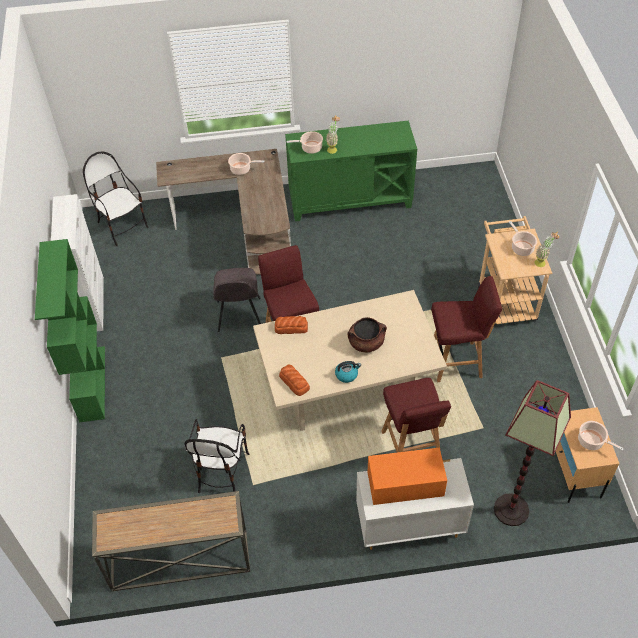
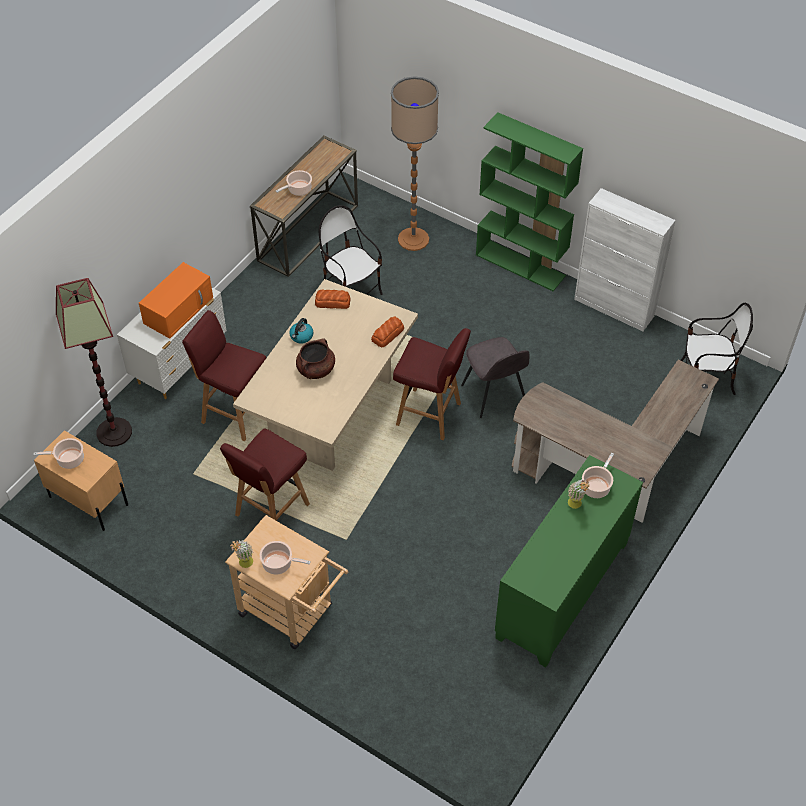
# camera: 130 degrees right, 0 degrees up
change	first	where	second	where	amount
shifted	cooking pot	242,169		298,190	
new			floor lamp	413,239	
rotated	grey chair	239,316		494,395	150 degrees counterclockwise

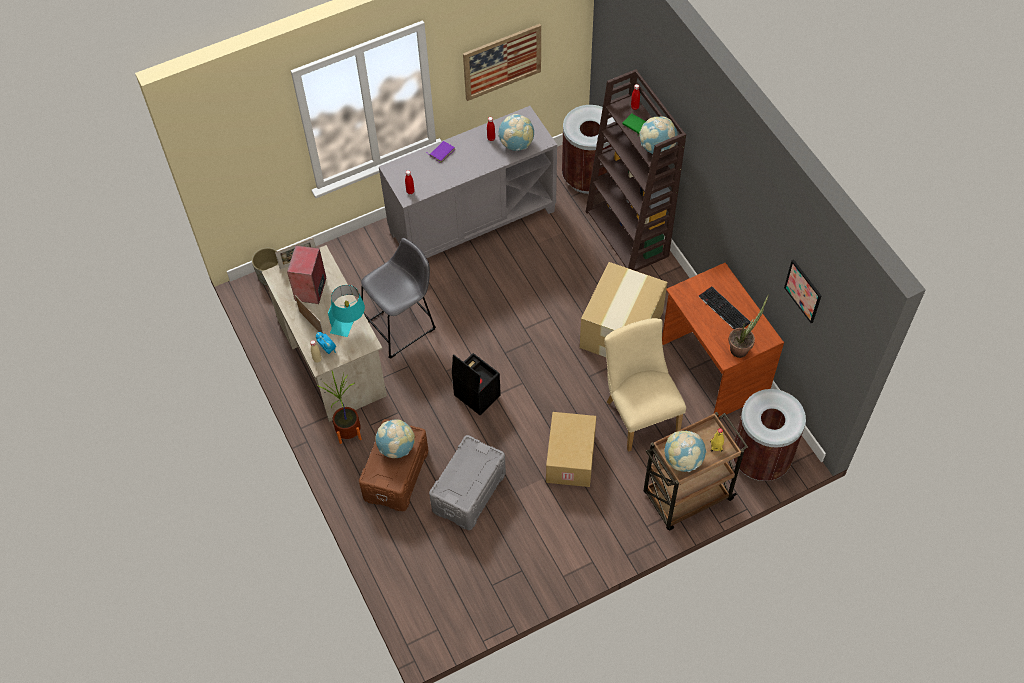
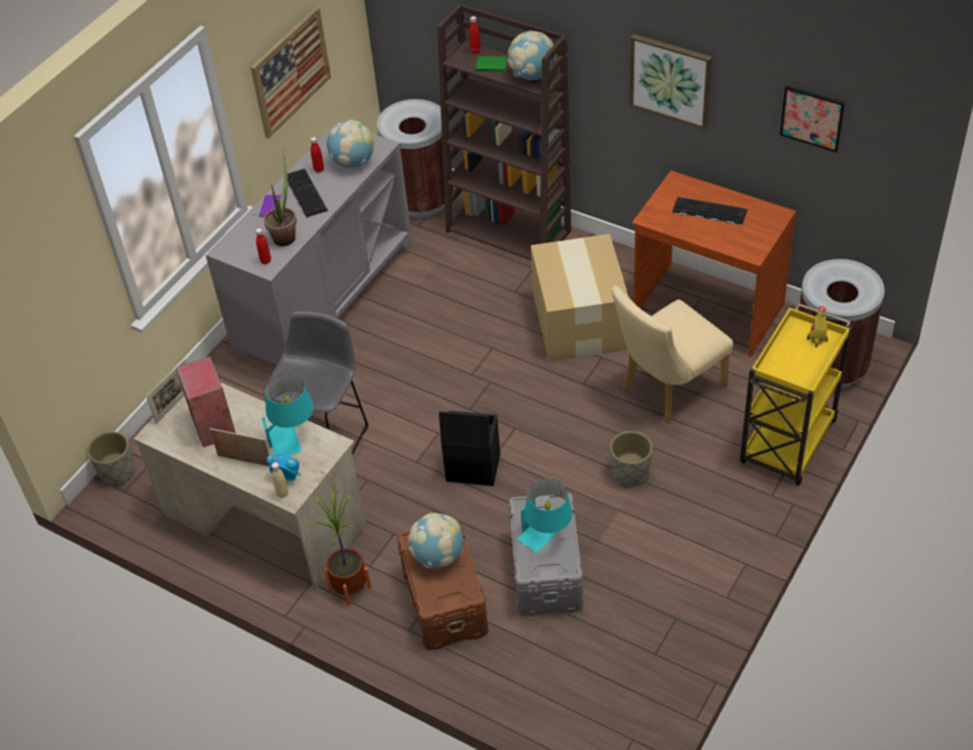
# camera: 30 degrees left, 10 degrees down
change	first	where	second	where	amount
shifted	potted plant	741,347		286,235	
new			keyboard	304,193	
new			turquoise table lamp	547,537	
swapped	cardboard box	569,457	grey planter	630,473	
rotated	beige chair	639,412		667,390	75 degrees counterclockwise
new			picture	671,80	
repainted	brown cart	686,497	yellow cart	787,443	
gone	globe	683,460			

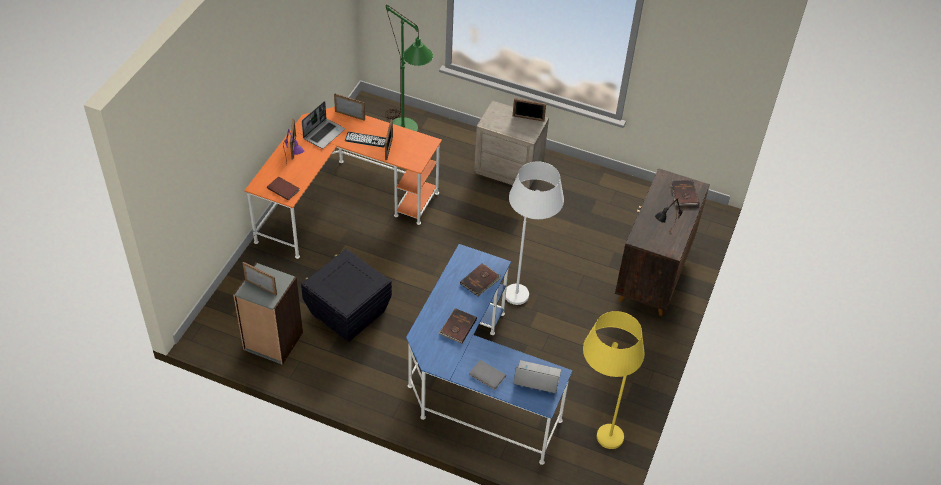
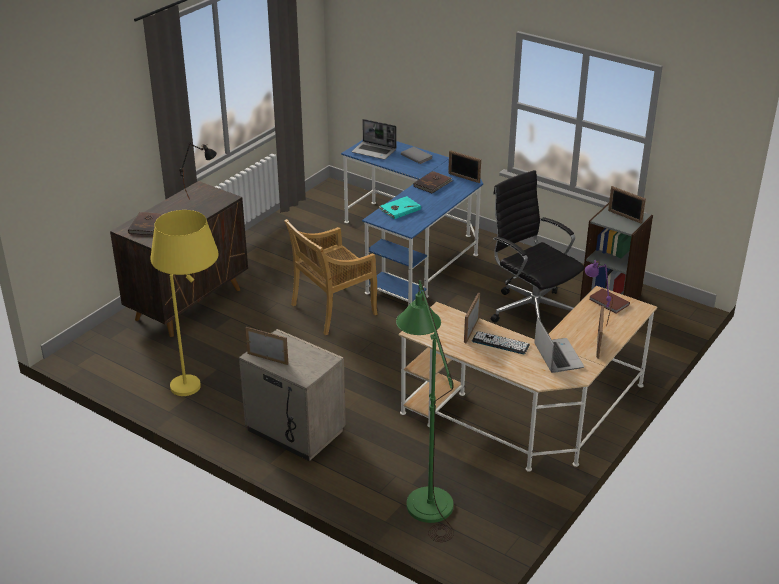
# camera: 165 degrees left, 15 degrees down
change	first	where	second	where	amount
shifted	yellow floor lamp	594,435		200,390	
swapped	white floor lamp	525,287	beige chair	332,310	
repainted	brown book	480,281	turquoise book	399,209	
repainted	orange desk	341,202	beige desk	531,417	
shifted	picture frame	350,115		464,178	
swapped	black storage box	347,313	black office chair	531,311	
rotated	laptop	324,134		557,356	120 degrees clockwise

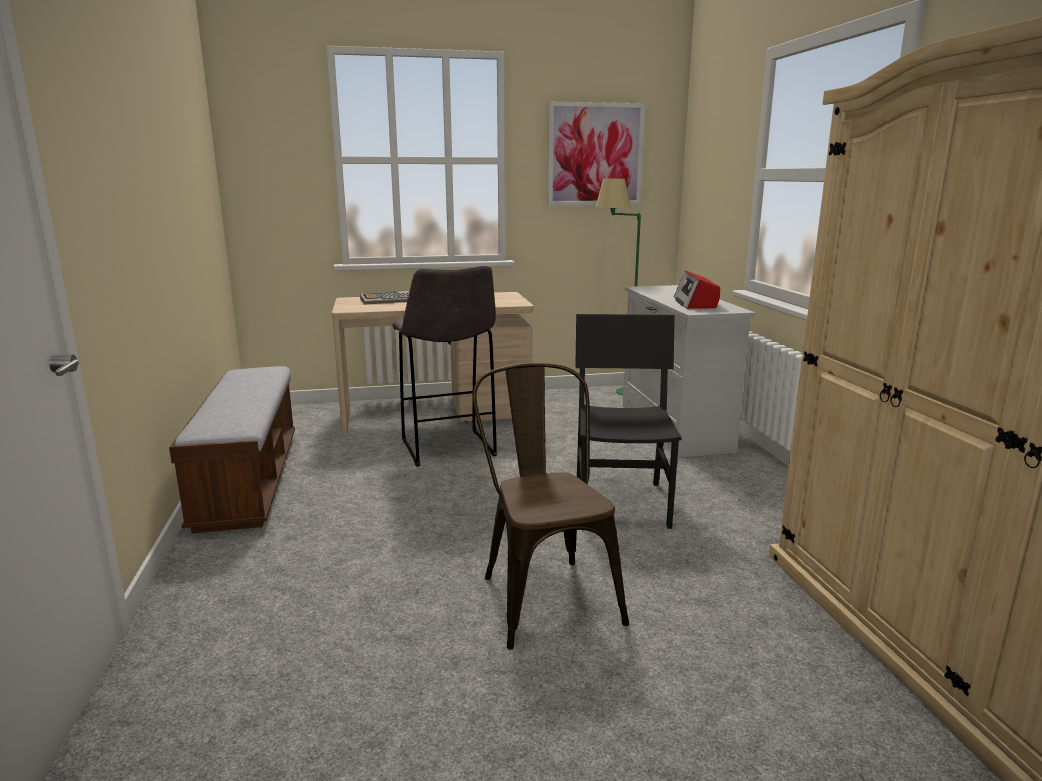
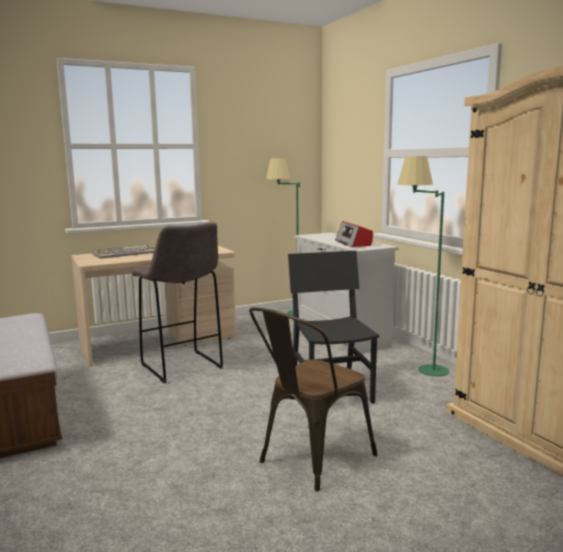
# camera: 15 degrees left, 5 degrees down
change	first	where	second	where	amount
rotated	brown chair	544,593		310,460	105 degrees counterclockwise
new			green floor lamp	419,369	
gone	picture	595,154			

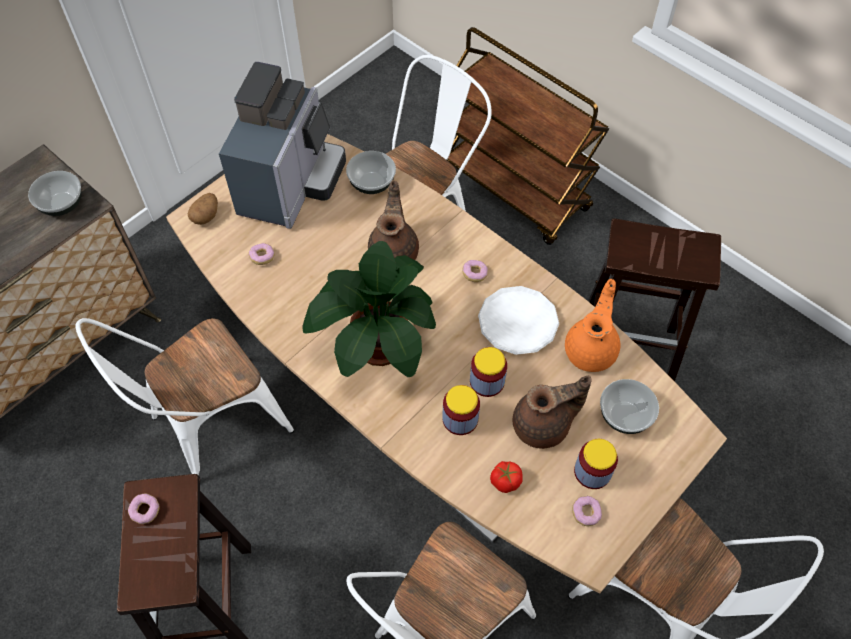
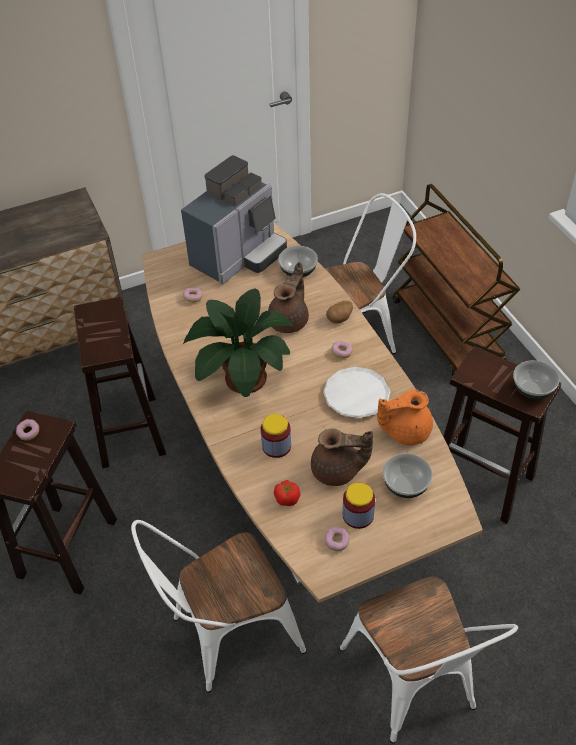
# camera: 25 degrees right, 10 degrees down
change	first	where	second	where	amount
swapped	white chair	210,427	brown stool	128,429	
shifted	potato	206,216		339,318	
rotated	orange teapot	591,349		405,431	150 degrees counterclockwise
shifted	bowl	62,203		532,389	
gone	jar	487,381			

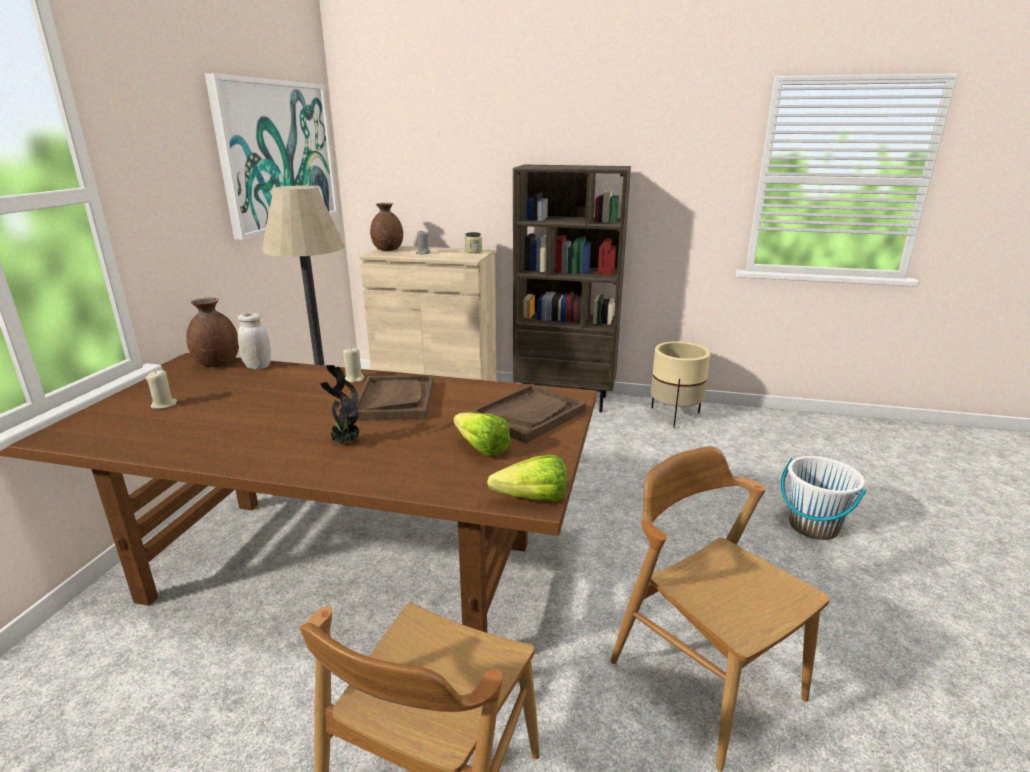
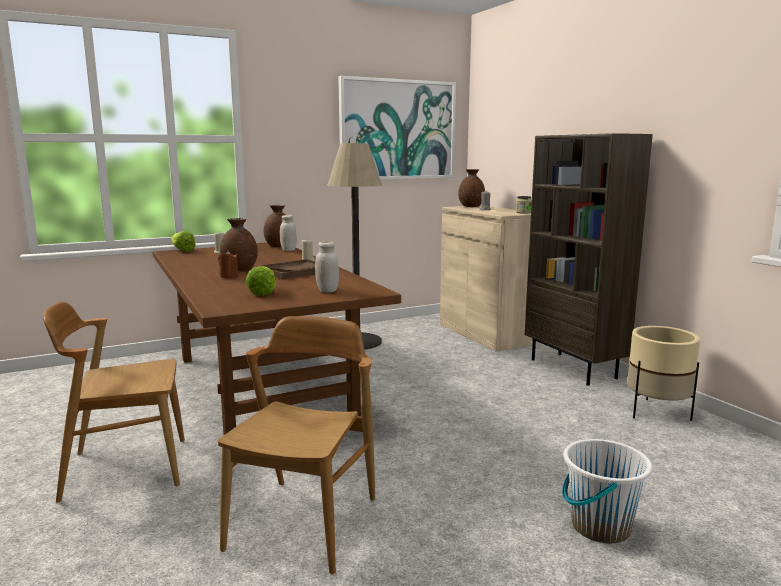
# camera: 50 degrees right, 10 degrees down
change	first	where	second	where	amount
shifted	lettuce	526,499		181,250	
swapped	potted plant	345,443	brown candle	229,276	
new			brown vase	240,269	
swapped	brown tray	528,415	white jar	327,291	

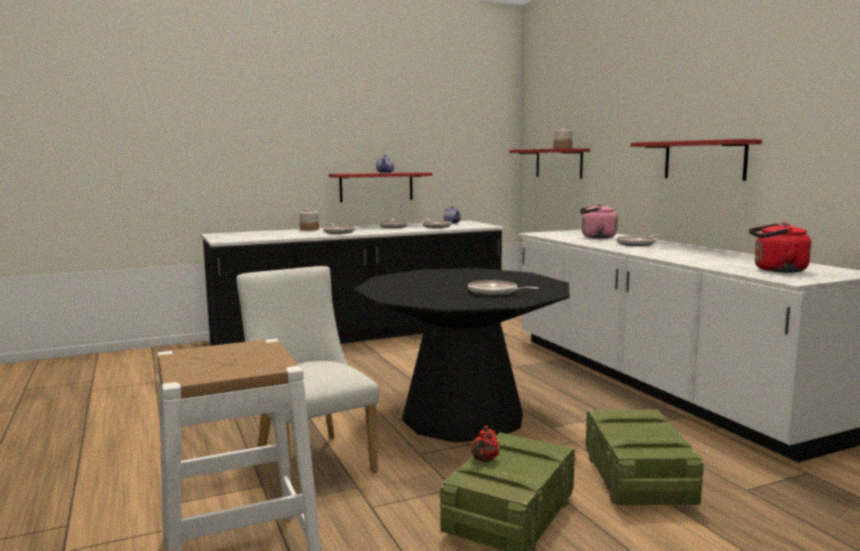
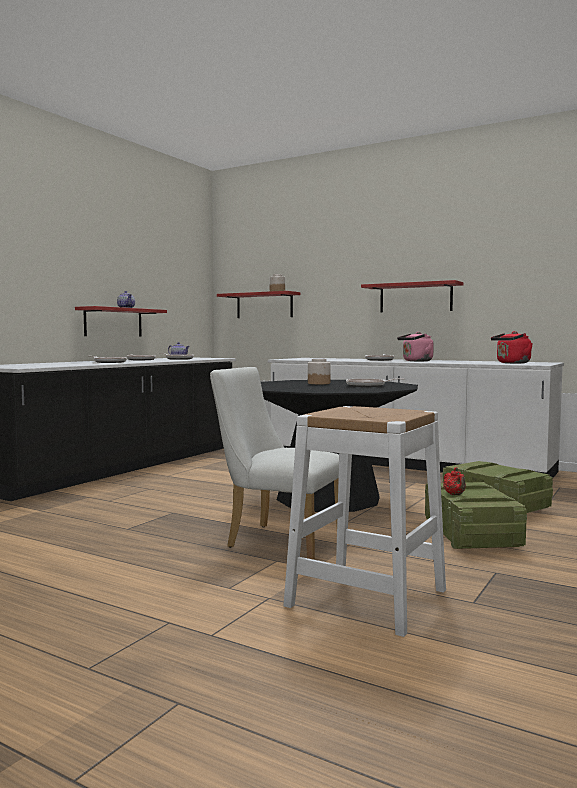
# camera: 35 degrees left, 5 degrees down
change	first	where	second	where	amount
shifted	jar	309,229		319,383	
shifted	pink kettle	596,237		416,361	

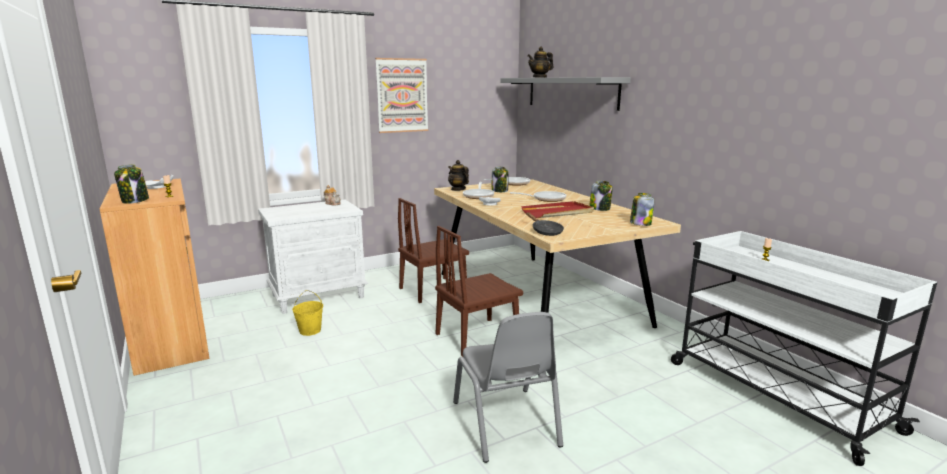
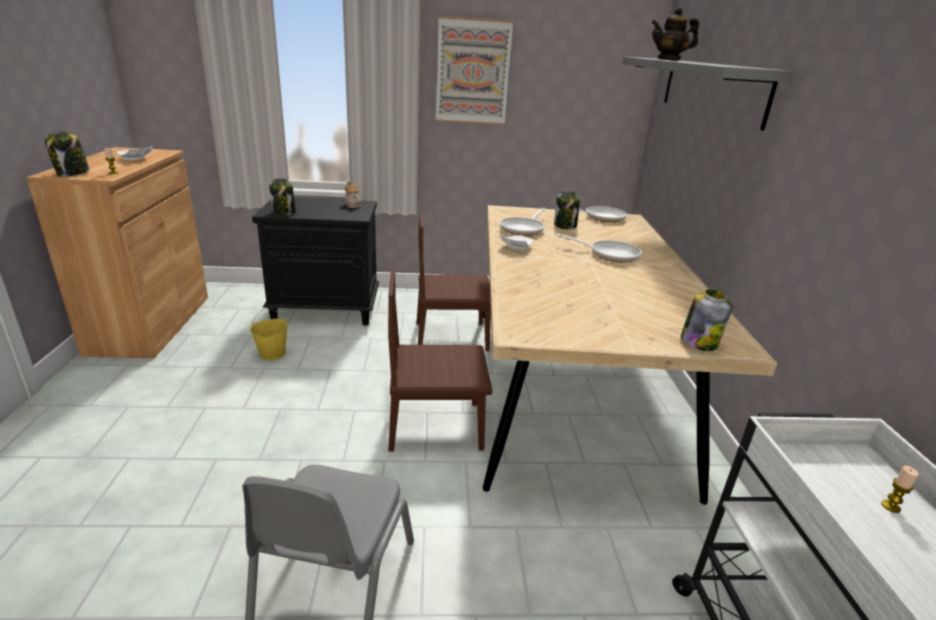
# camera: 25 degrees right, 10 degrees up
change	first	where	second	where	amount
repainted	white nightstand	319,296	black nightstand	326,310	
shifted	jar	600,208		284,212	
gone	teapot	458,189			
gone	red tray	558,212			
gone	black frying pan	545,231			

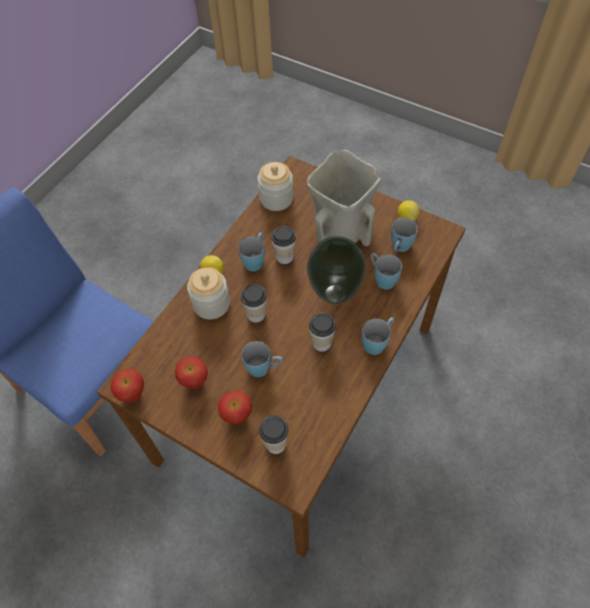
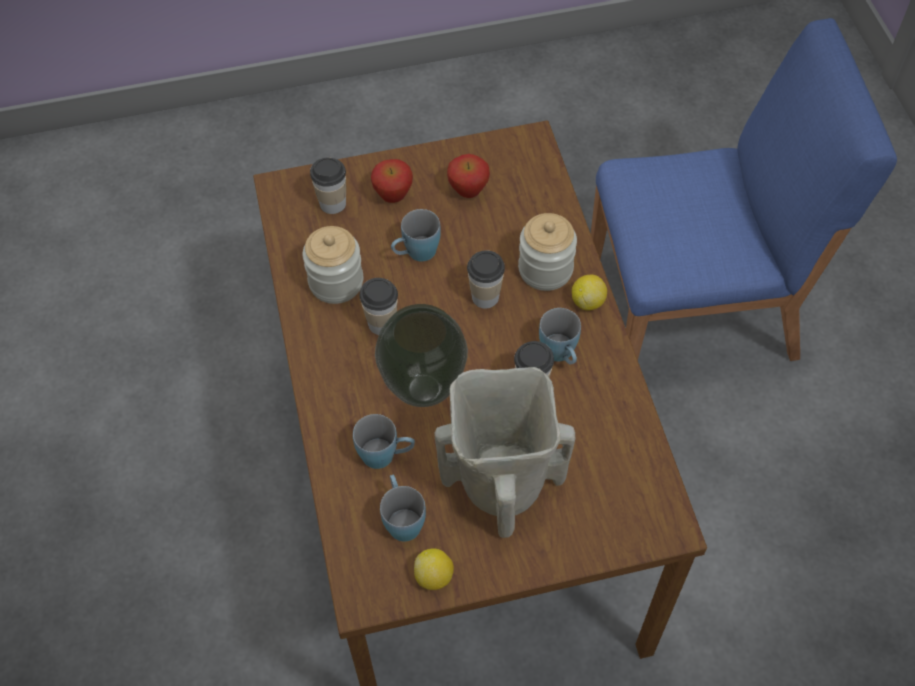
# camera: 135 degrees right, 0 degrees up
change	first	where	second	where	amount
shifted	jar	276,199		336,282	
gone	apple	133,394			
gone	blue mug	377,342			

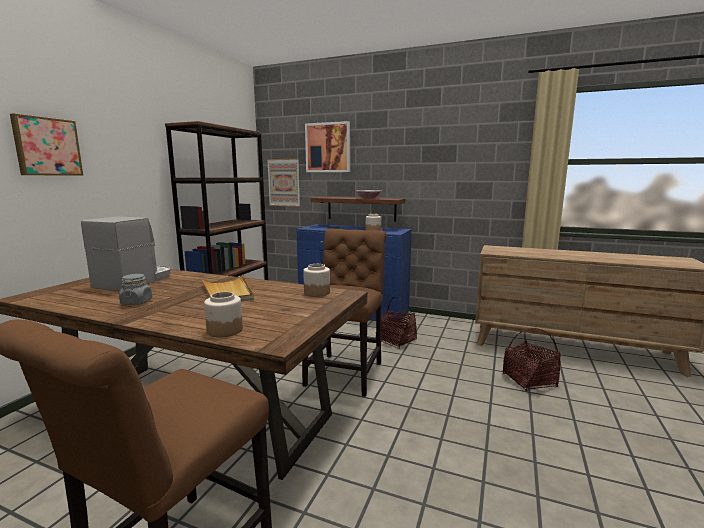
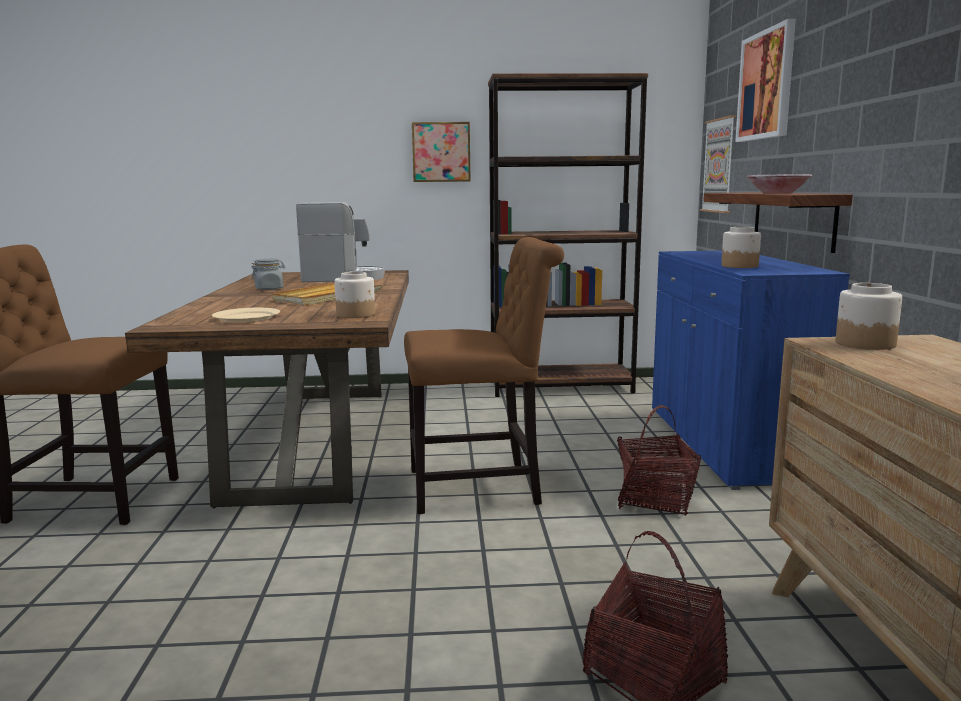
# camera: 65 degrees right, 0 degrees up
change	first	where	second	where	amount
new			beige plate	246,317	
shifted	picture	47,147		441,152	
shifted	jar	224,330		865,344	

